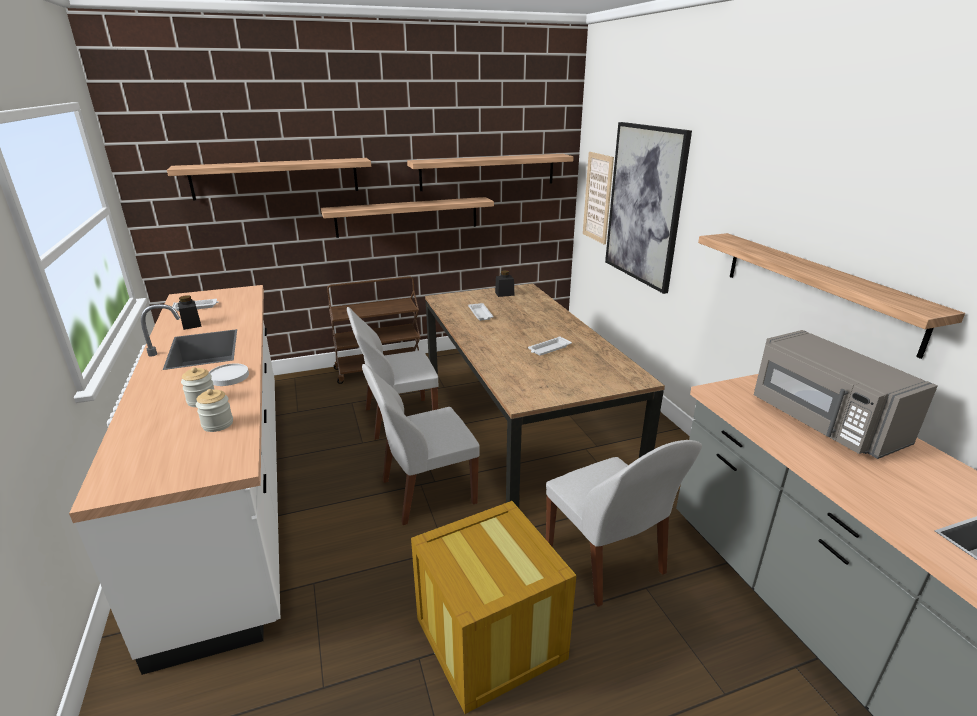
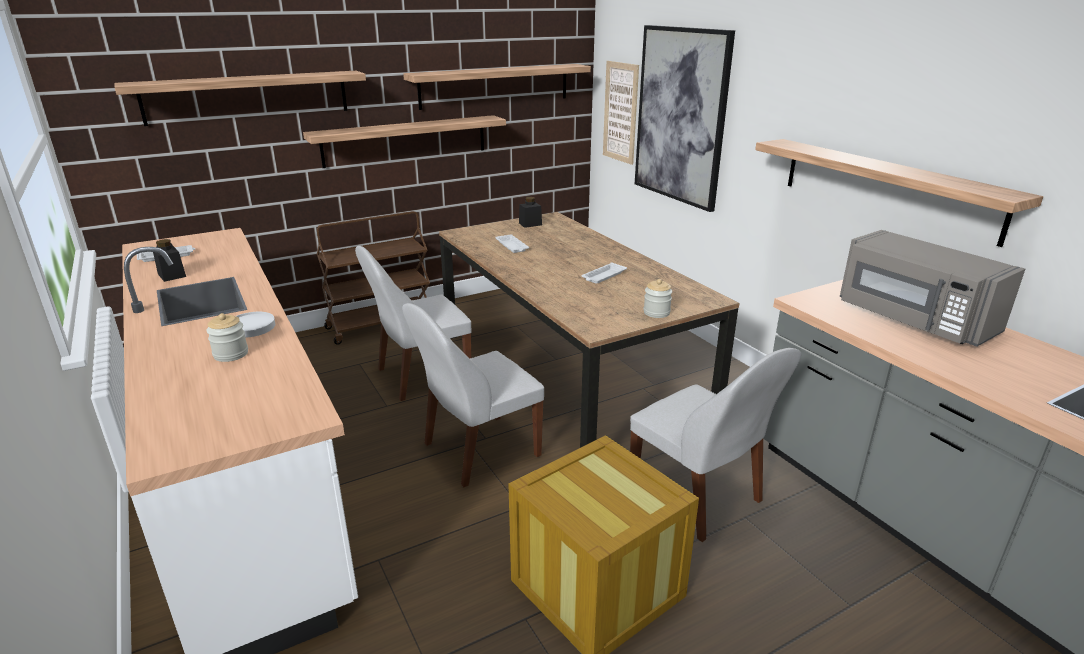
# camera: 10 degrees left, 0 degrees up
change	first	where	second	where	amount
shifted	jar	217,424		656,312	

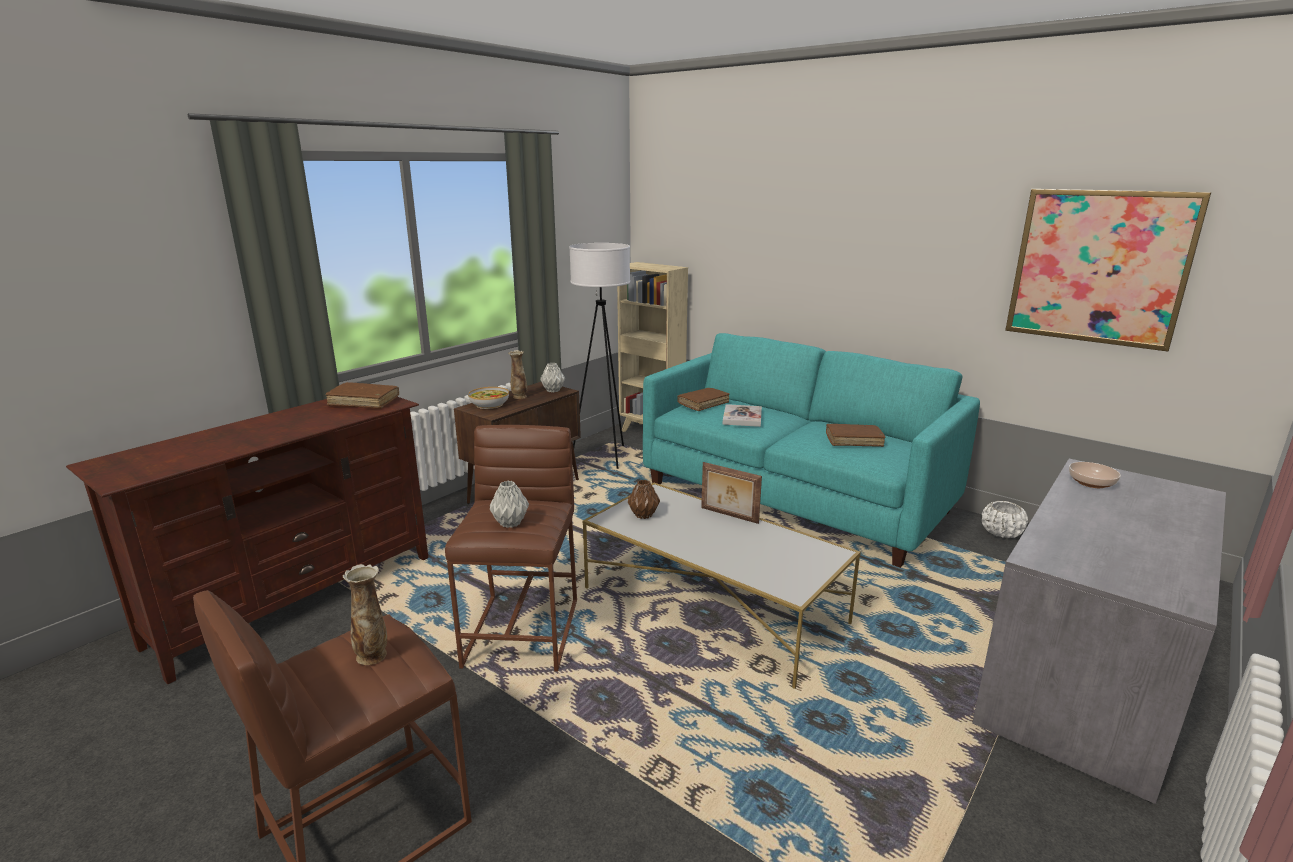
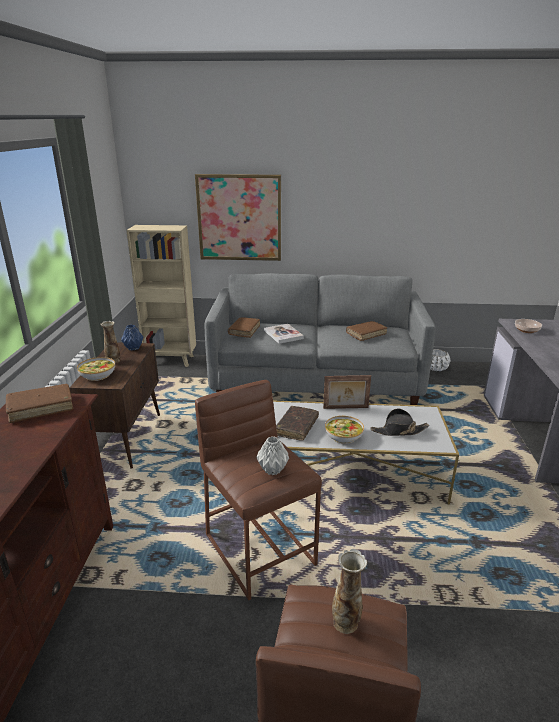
# camera: 35 degrees left, 5 degrees up
change	first	where	second	where	amount
repainted	grey vase	553,390	blue vase	133,348	
shifted	picture	1099,267		239,218	
repainted	turquoise sofa	795,497	grey sofa	316,381	
swapped	brown vase	644,515	brown book	297,427	
new			bowl	344,436	
new			black hat	399,431	
gone	white floor lamp	604,457			

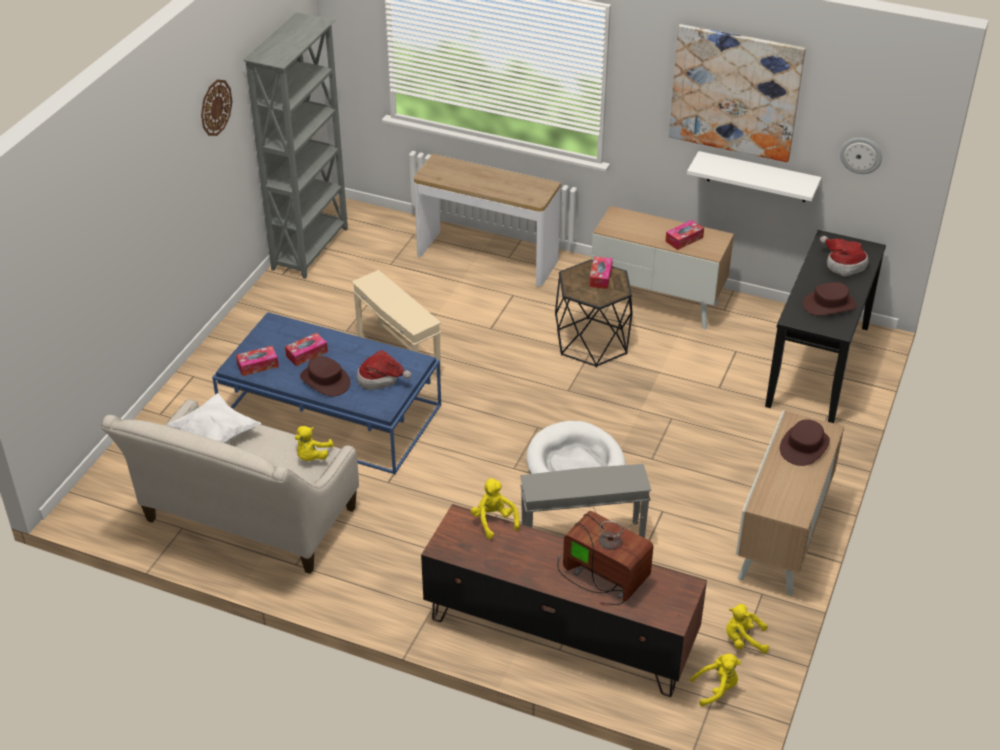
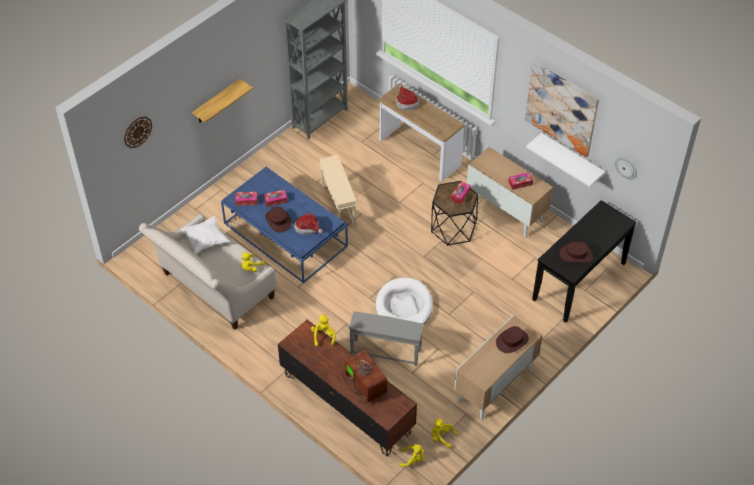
# camera: 20 degrees right, 10 degrees up
change	first	where	second	where	amount
shifted	wall clock	215,107		137,132	
new			shelf	217,102	
shifted	hat	843,264		406,103	

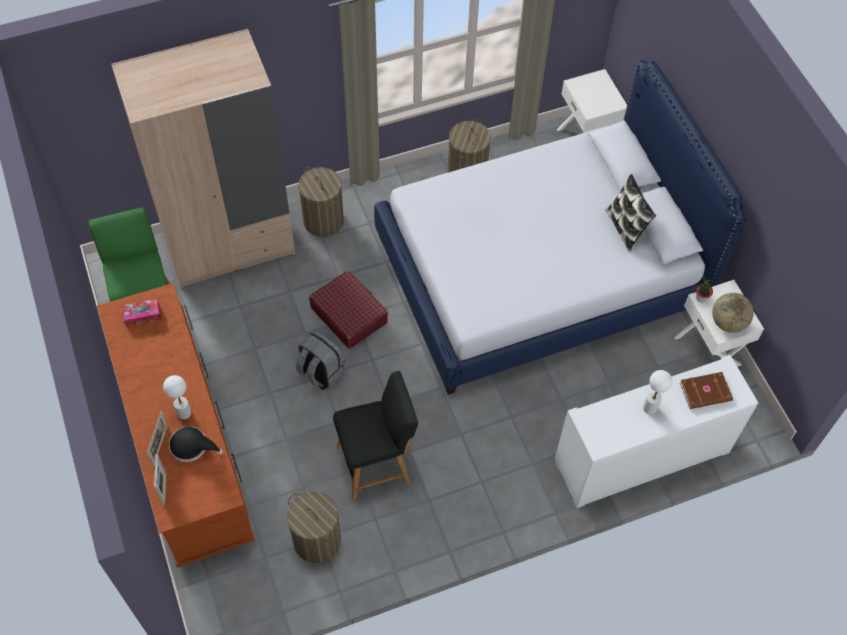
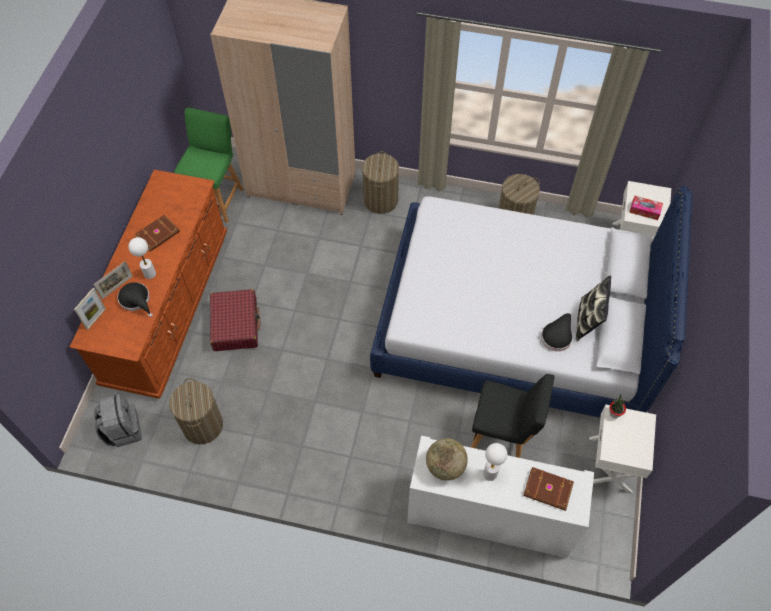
# camera: 35 degrees right, 0 degrees up
change	first	where	second	where	amount
shifted	grey backpack	320,372		123,429	
new			brown book	158,234	
shifted	red suitcase	349,315		235,325	
shifted	globe	728,322		445,466	
shifted	black chair	377,464		501,441	
new			black hat	557,335	
shifted	tissue box	142,315		644,210	

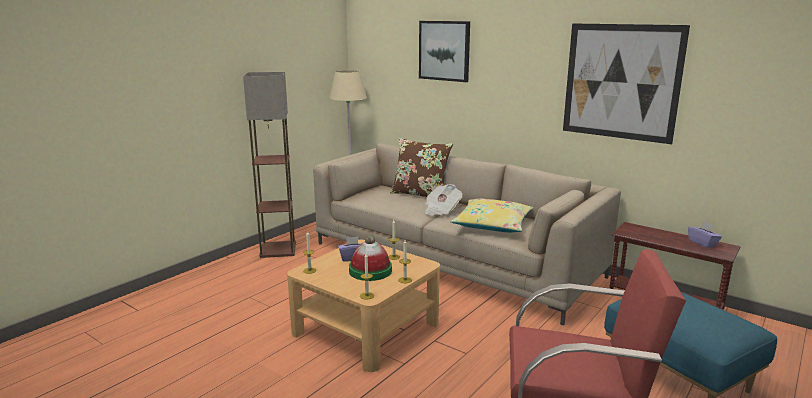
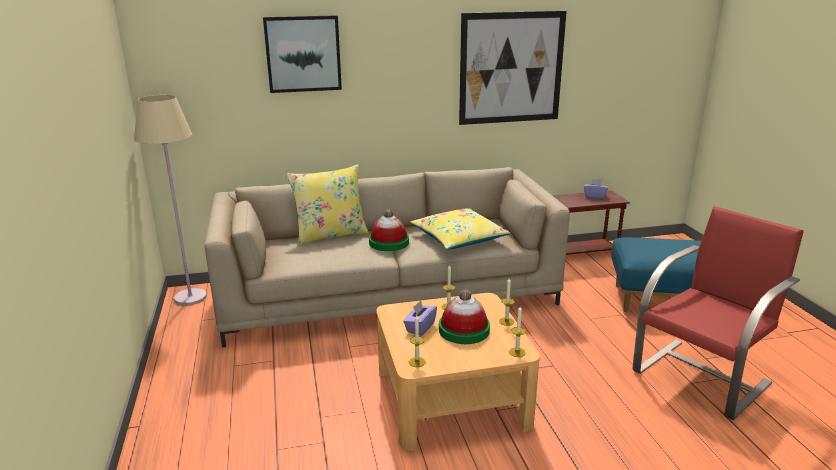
# camera: 50 degrees left, 5 degrees up
change	first	where	second	where	amount
repainted	brown pillow	420,194	yellow pillow	330,235	
swapped	newspaper	441,210	hat	389,243	
gone	floor lamp	278,250			

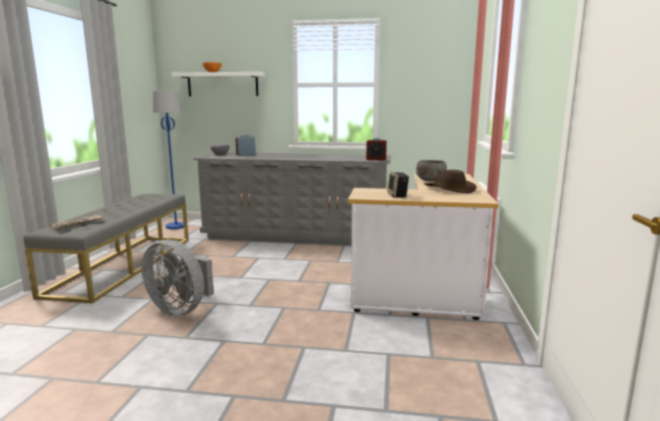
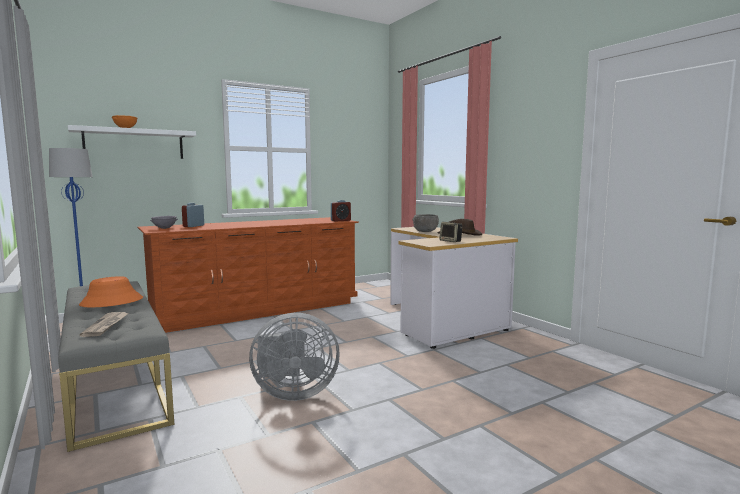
# camera: 40 degrees left, 5 degrees down
change	first	where	second	where	amount
new			orange hat	111,302	
repainted	grey dresser	296,235	brown dresser	257,309	

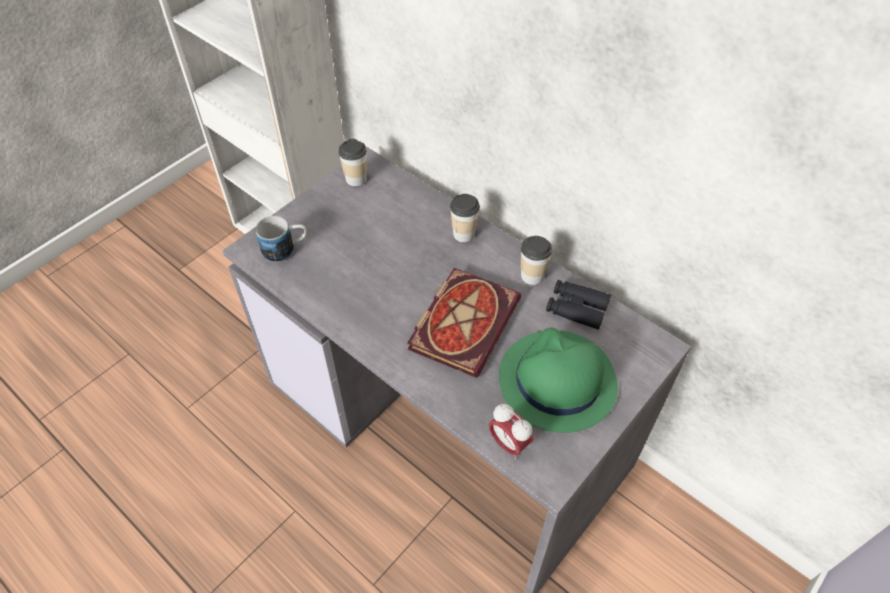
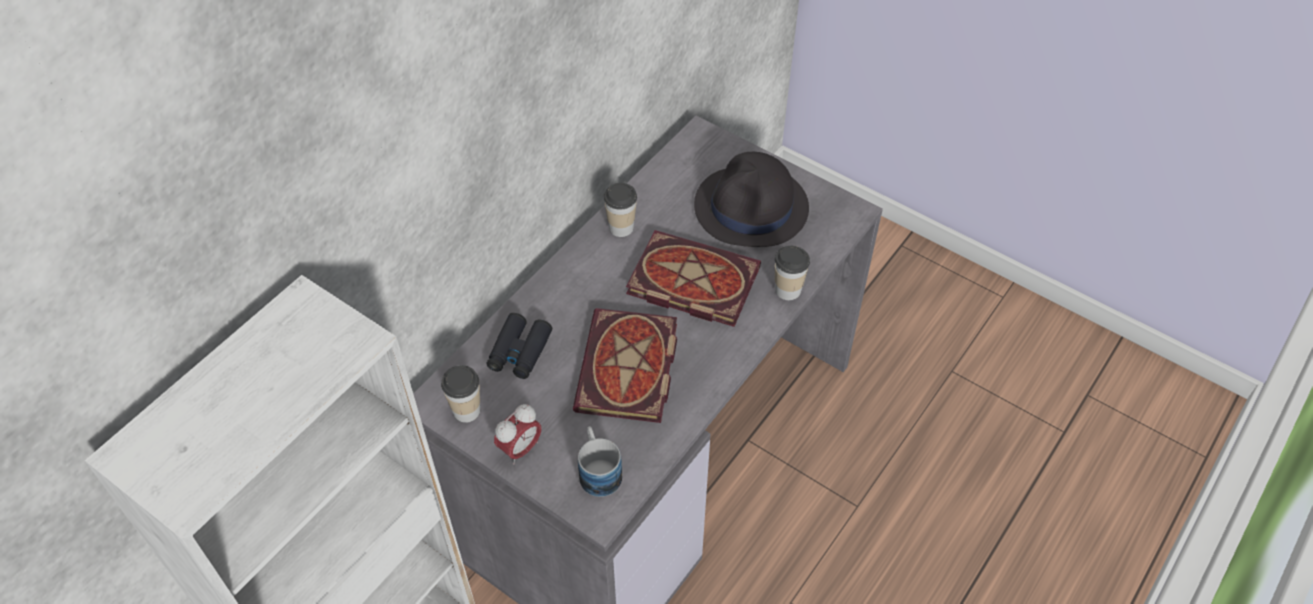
# camera: 95 degrees left, 0 degrees up
change	first	where	second	where	amount
shifted	black binoculars	576,308		519,351	
shifted	alarm clock	508,444		520,449	
new			book	629,371	
repainted	green hat	556,381	black hat	751,208	
shifted	cup	463,234		788,290	

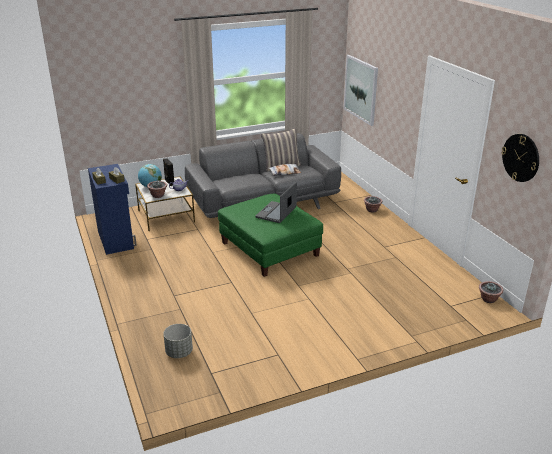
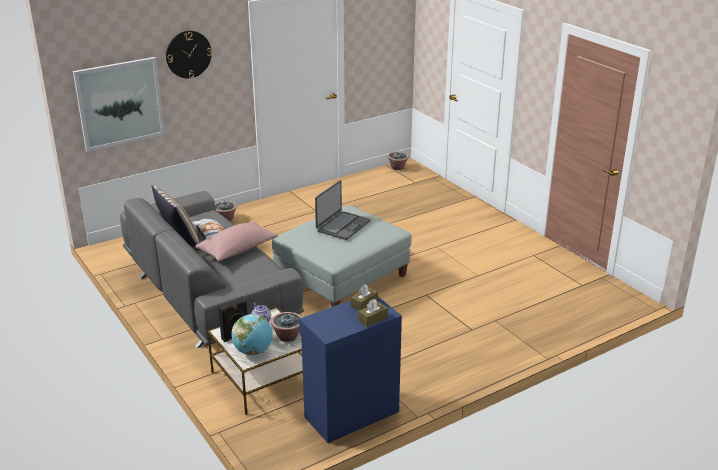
# camera: 100 degrees left, 0 degrees up
change	first	where	second	where	amount
shifted	wall clock	521,157		188,54	
new			pink pillow	238,250	
repainted	green ottoman	270,249	grey ottoman	342,277	
rotated	laptop	276,213		342,226	75 degrees counterclockwise
gone	grey planter	179,352			

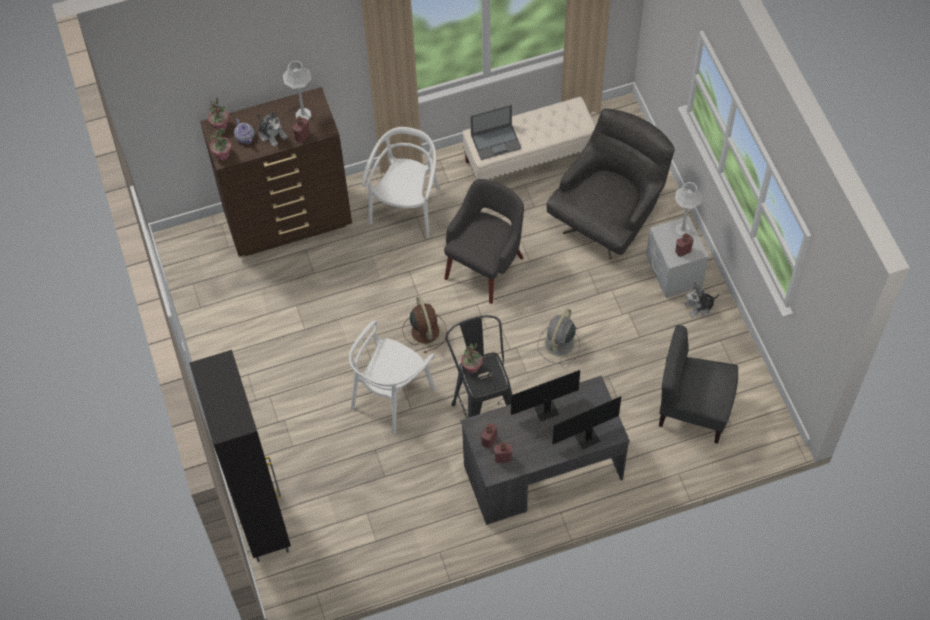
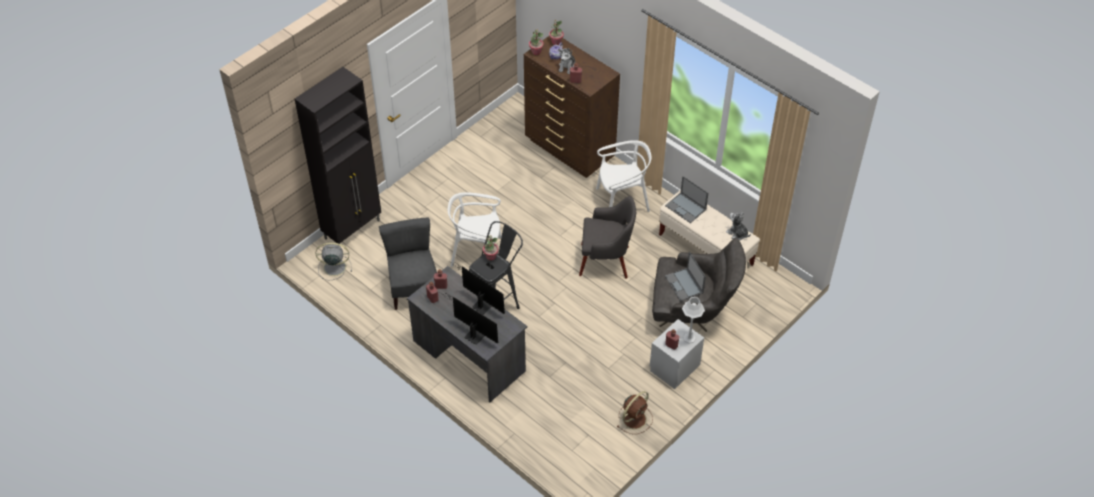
# camera: 60 degrees right, 10 degrees down
change	first	where	second	where	amount
shifted	grey fan	559,344		333,267	
shifted	grey chair	693,410		413,288	
shifted	brown fan	425,330		635,418	
new			laptop	684,285	
shifted	plush toy	699,306		737,234	
gone	grey table lamp	303,114			

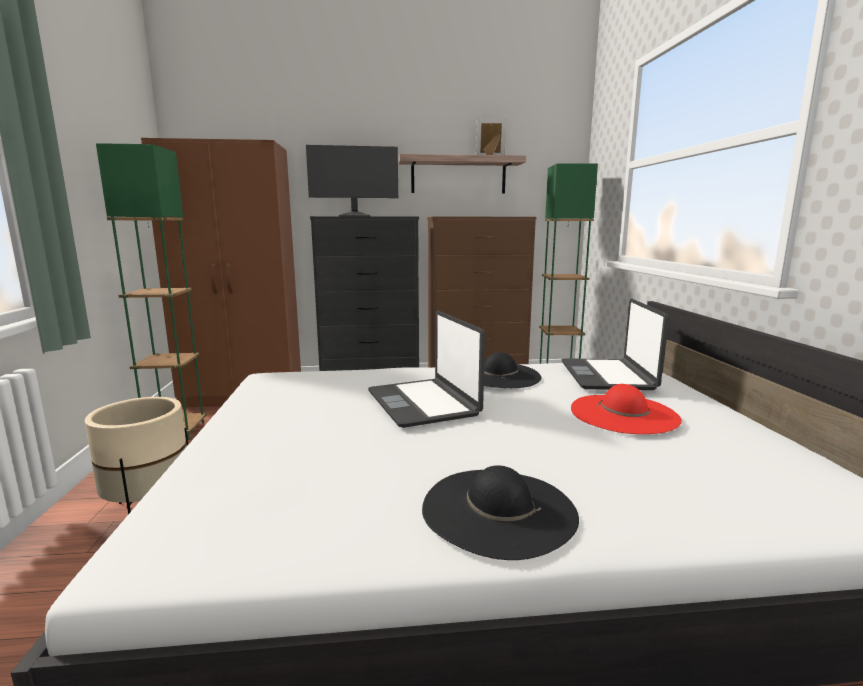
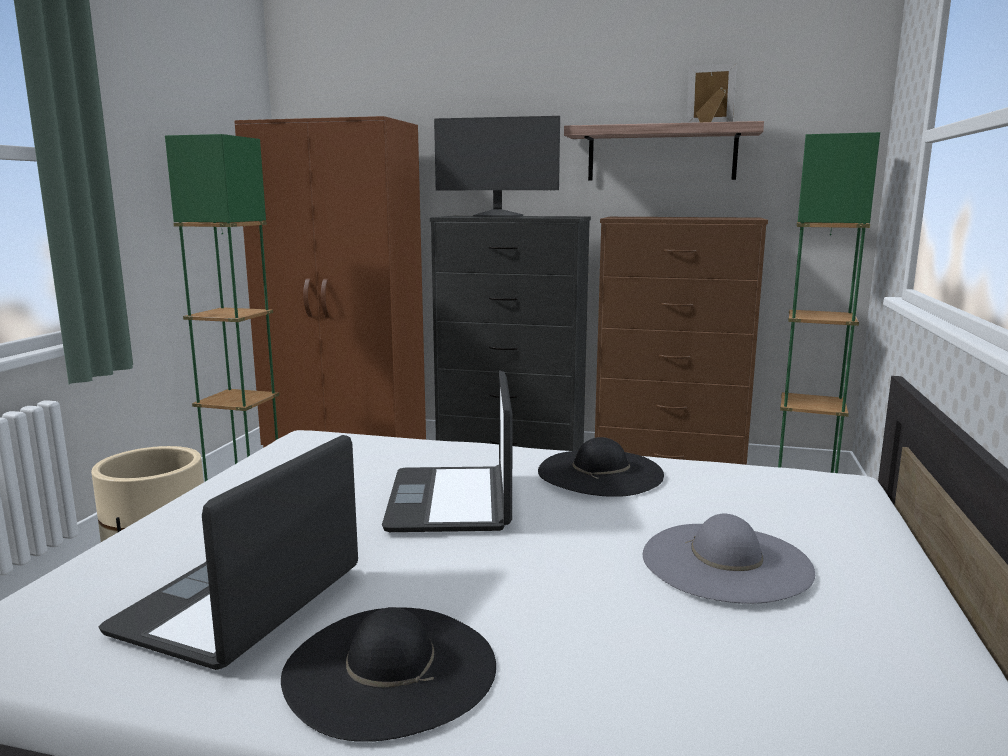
# camera: 20 degrees right, 0 degrees up
change	first	where	second	where	amount
shifted	laptop	608,376		242,602	
repainted	red hat	624,414	grey hat	726,562	

